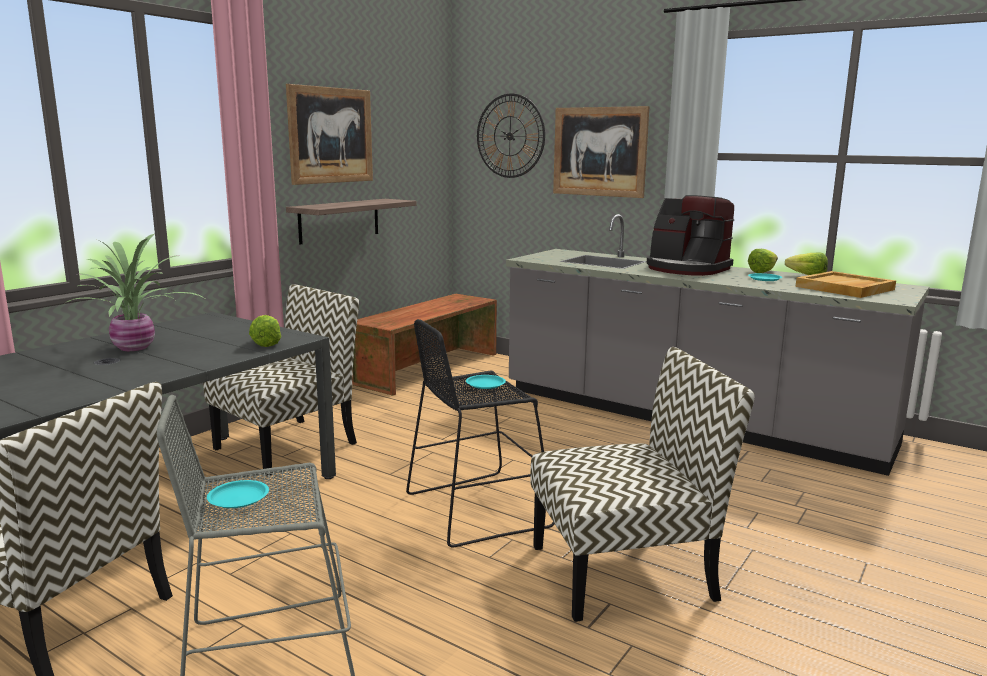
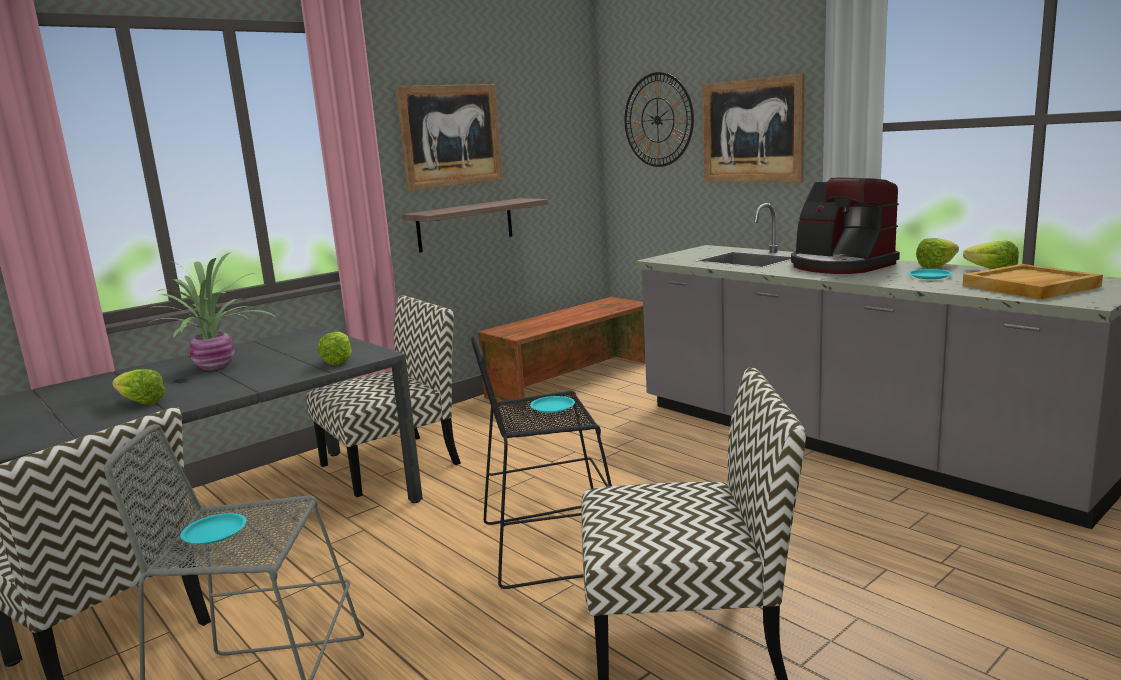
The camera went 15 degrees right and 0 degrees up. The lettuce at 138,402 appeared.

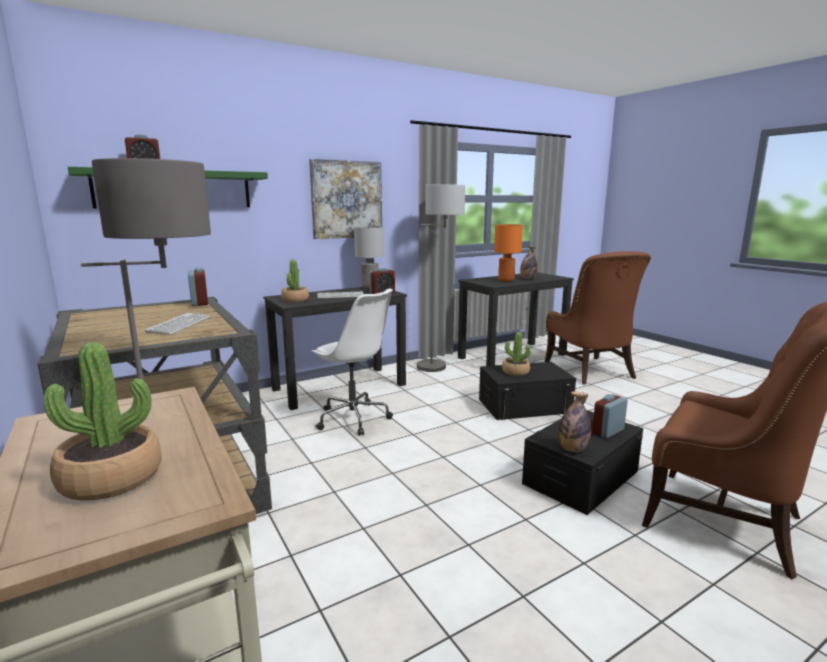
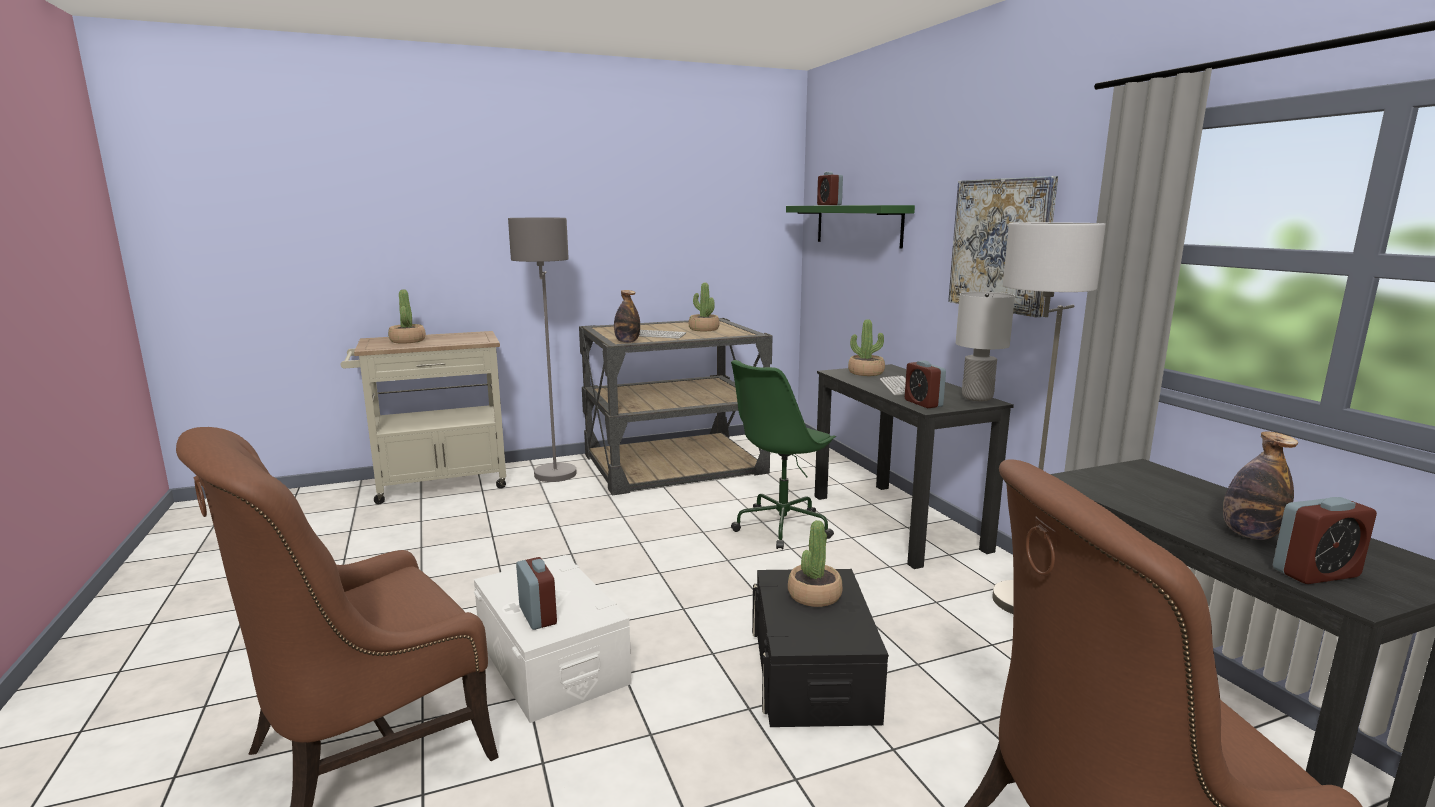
The camera went 100 degrees right and 0 degrees up. The orange-coloured_table_lamp at 506,281 disappeared. The alarm_clock moved from 199,303 to 1315,573. The white-coloured_desk_chair at 354,419 became the green-coloured_desk_chair at 780,528. The beverage_bottle moved from 572,449 to 627,342. The black-coloured_storage_bin at 581,477 became the white-coloured_storage_bin at 551,661. The potted_plant at 703,329 appeared.

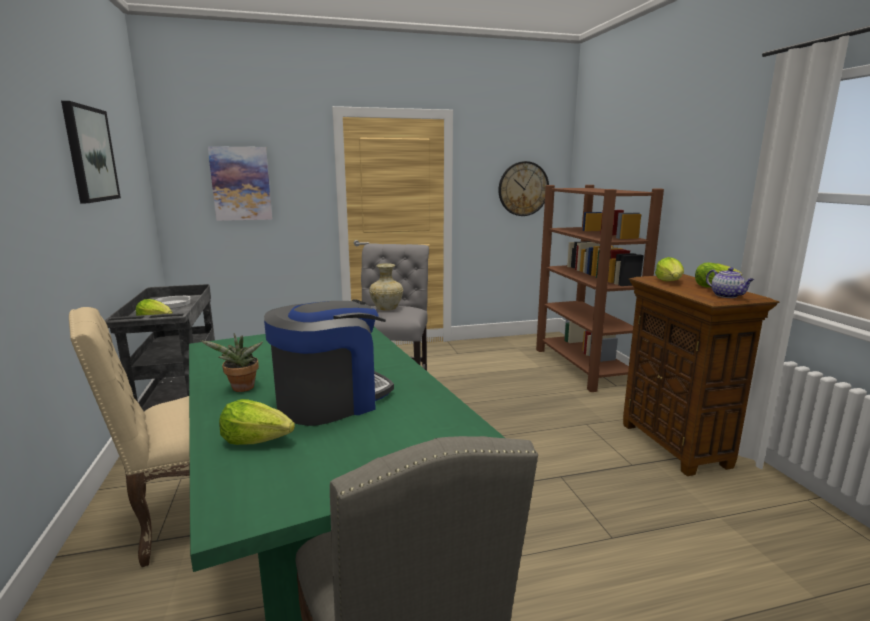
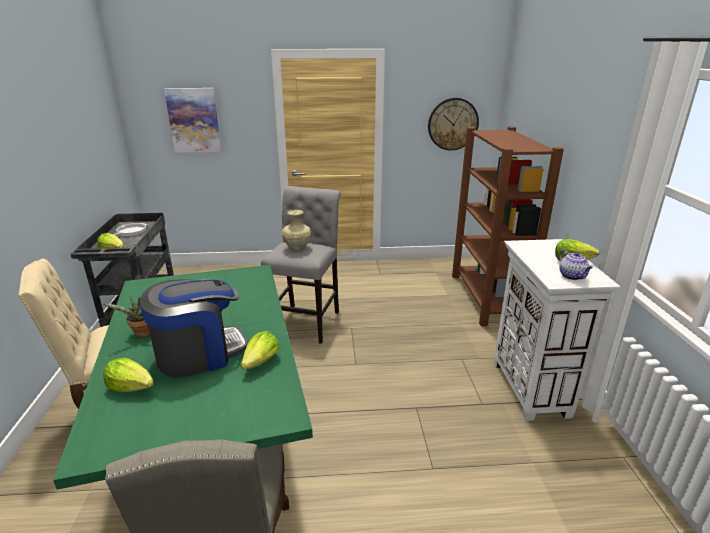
The camera went 10 degrees right and 10 degrees up. The wall_art at 90,154 disappeared. The lettuce moved from 669,282 to 261,362. The brownish_cupboard at 676,445 became the white-coloured_cupboard at 532,389.

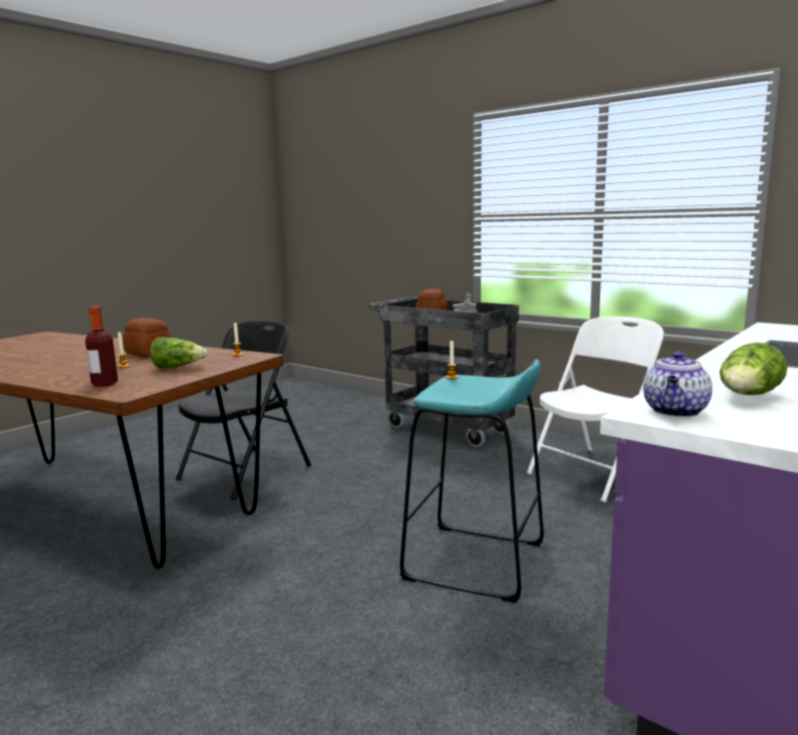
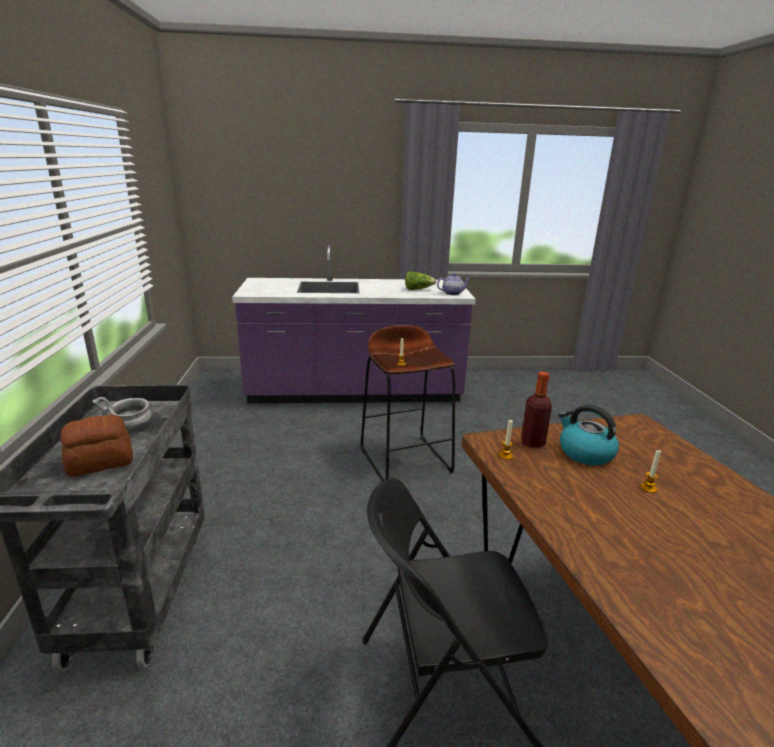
The camera went 135 degrees left and 10 degrees up. The beverage_bottle moved from 104,384 to 532,443. The white-coloured_upright_chair at 596,473 disappeared. The bread at 149,353 disappeared. The lettuce at 178,367 was replaced by the kettle at 584,453. The turquoise_stool_seat at 475,561 became the brownish_stool_seat at 405,460.

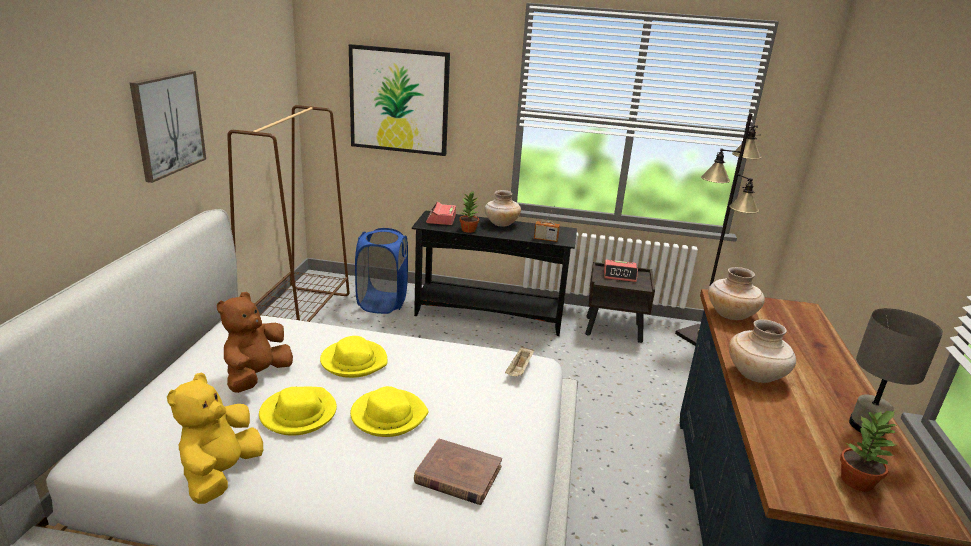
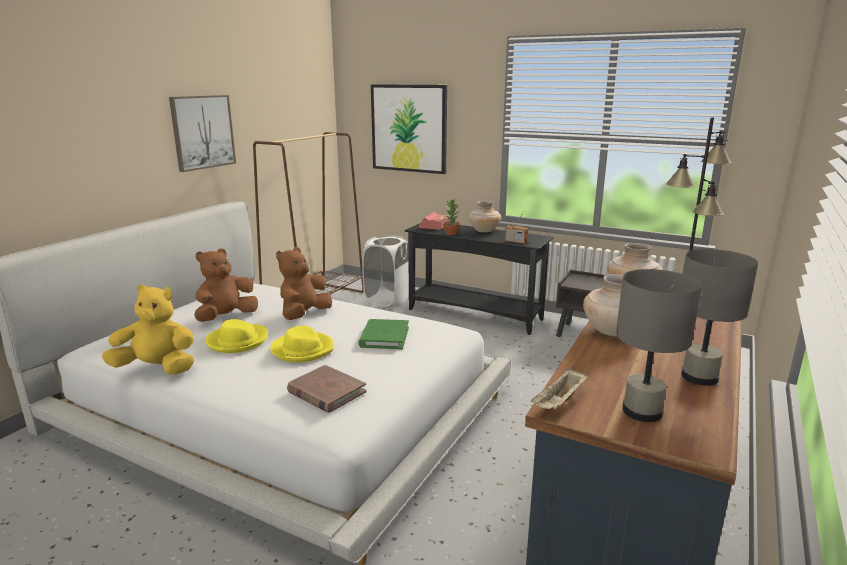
The camera went 20 degrees right and 5 degrees down. The blue-coloured_washing_basket at 382,303 became the white-coloured_washing_basket at 388,299. The alarm_clock at 620,275 disappeared. The yellow_wearable_hat at 354,361 was replaced by the brownish_cuddly_toy at 304,315. The beige-coloured_tray moved from 519,370 to 559,402. The yellow_cuddly_toy at 220,474 turned 60 degrees clockwise. The potted_plant at 857,481 was replaced by the grey_table_lamp at 643,412. The green-coloured_book at 384,337 appeared.

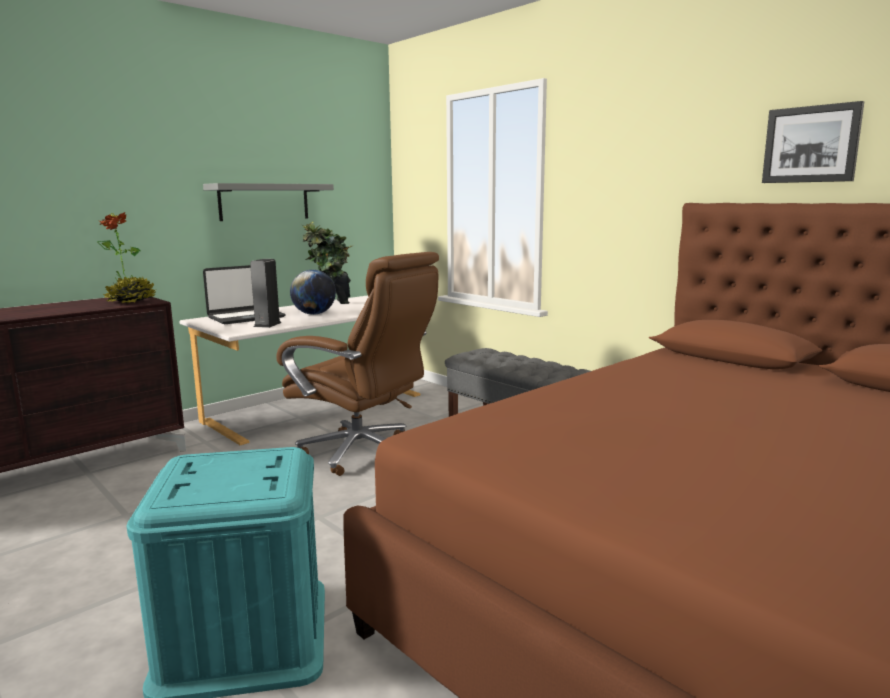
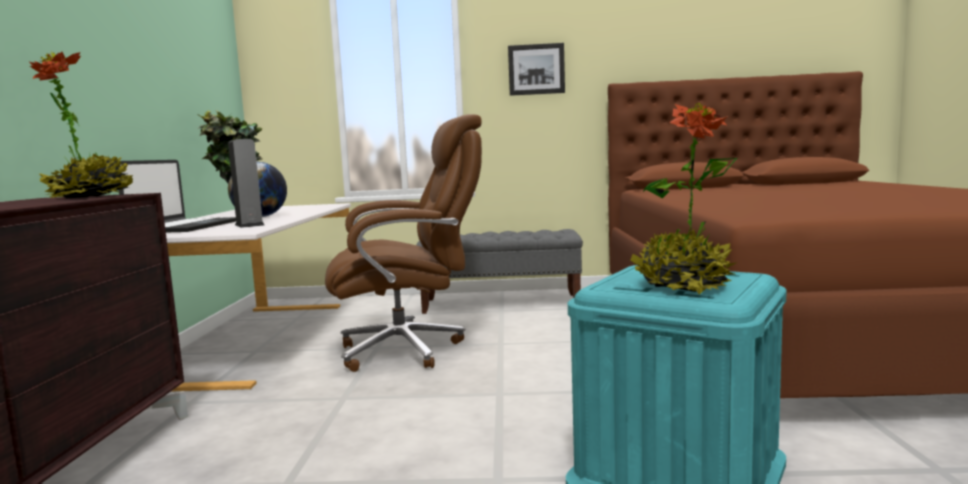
The camera went 45 degrees left and 5 degrees down. The wall_art moved from 811,144 to 536,69. The grey_wall_shelf at 264,202 disappeared. The potted_plant at 683,285 appeared.

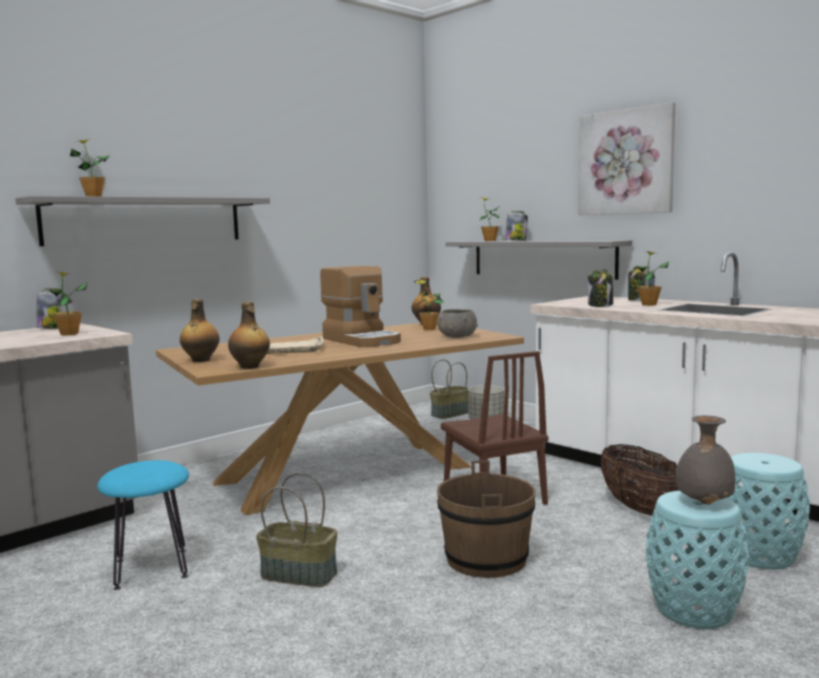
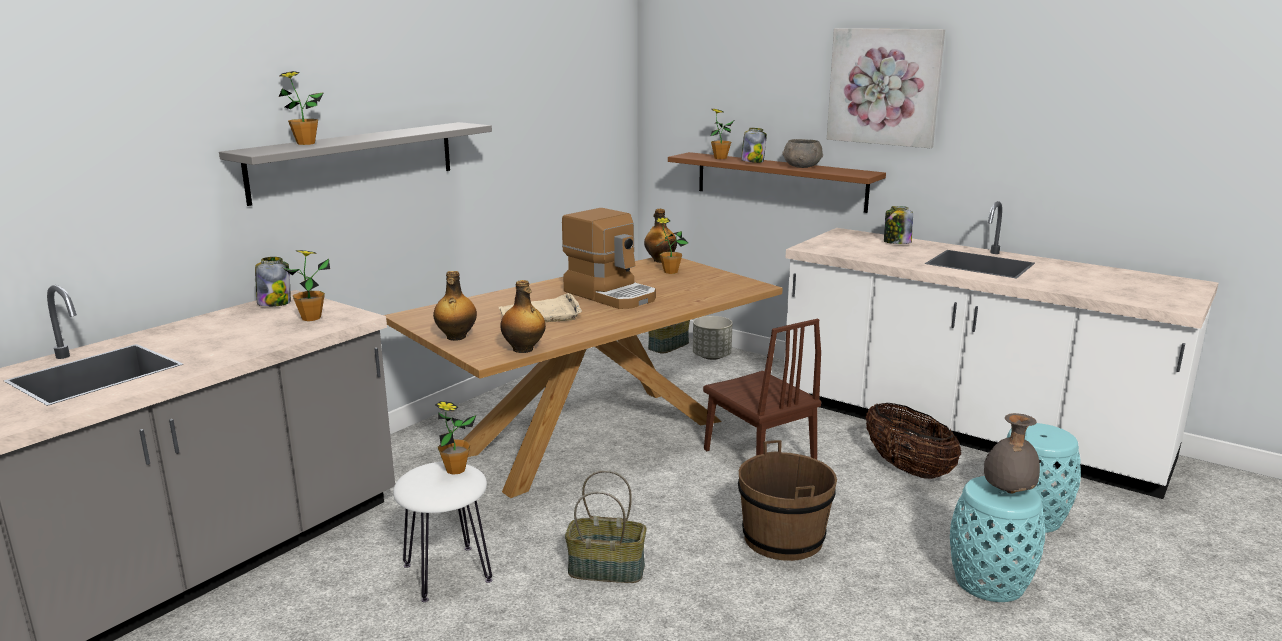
The camera went 10 degrees left and 10 degrees up. The grey_wall_shelf at 542,258 became the brownish_wall_shelf at 779,181. The potted_plant moved from 649,304 to 455,470. The jar at 600,305 disappeared. The grey_bowl moved from 457,337 to 801,166. The turquoise_stool_seat at 152,568 became the white-coloured_stool_seat at 447,573.

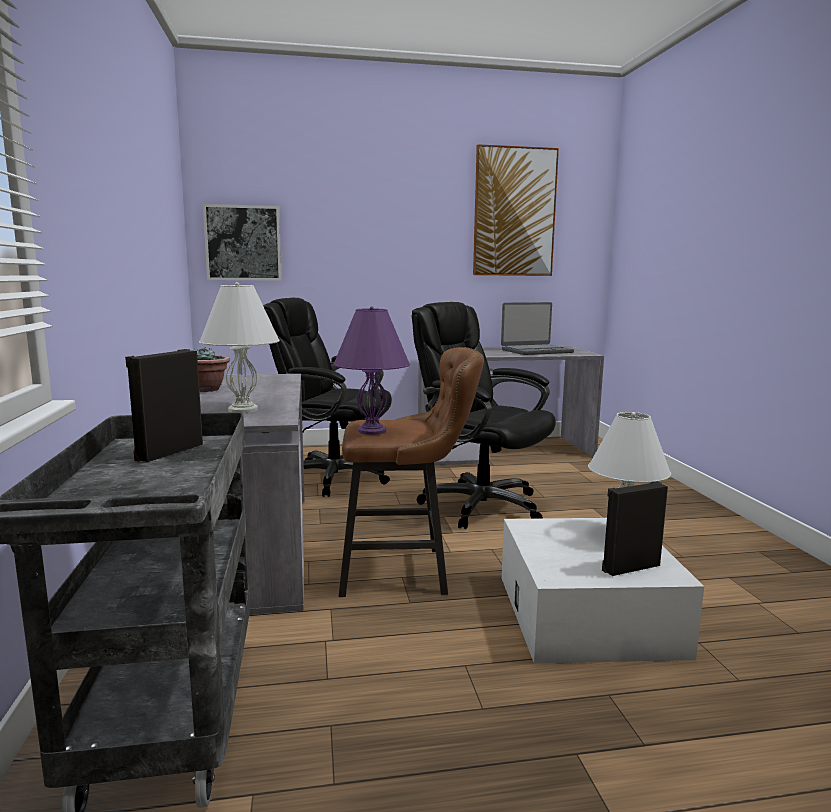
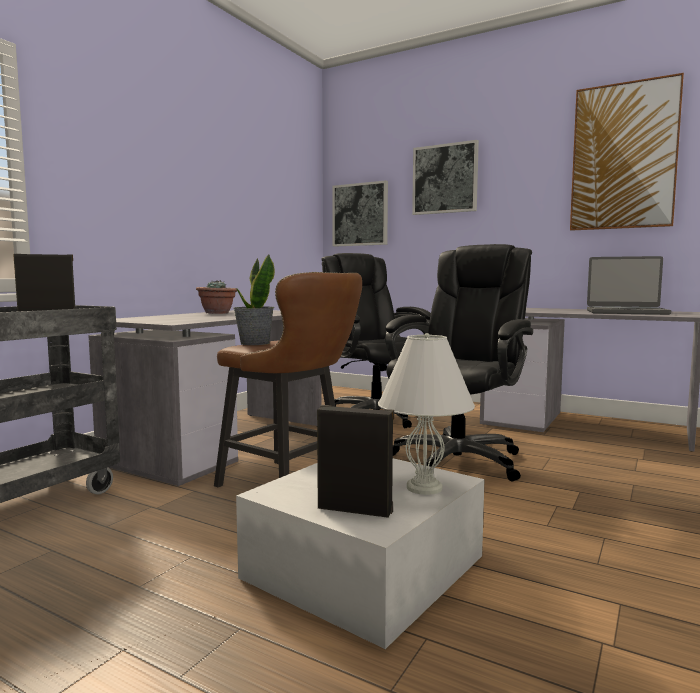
The camera went 40 degrees right and 5 degrees down. The white-coloured_table_lamp at 243,410 disappeared. The black-coloured_desk_chair at 481,506 turned 45 degrees clockwise. The purple-coloured_table_lamp at 371,431 was replaced by the potted_plant at 254,343. The wall_art at 445,179 appeared.

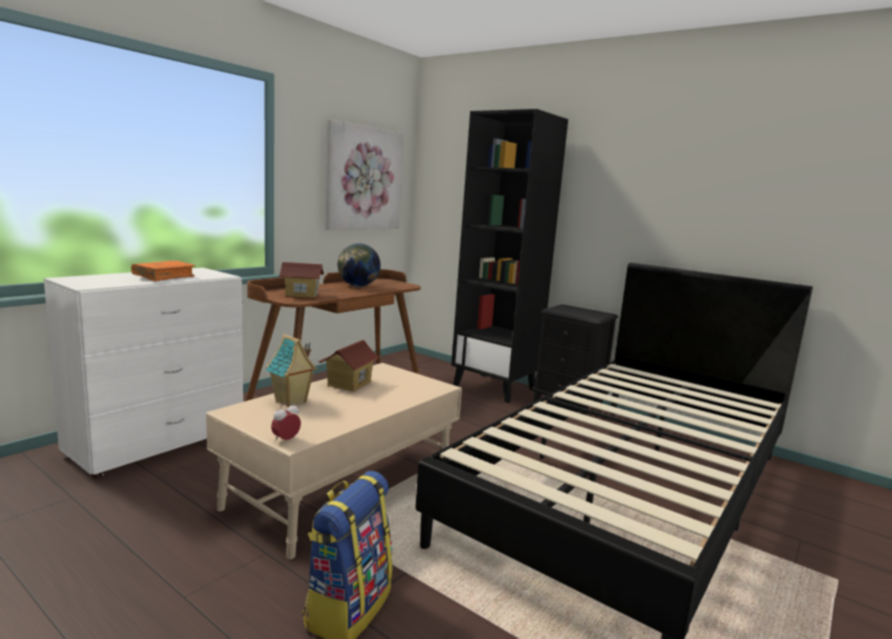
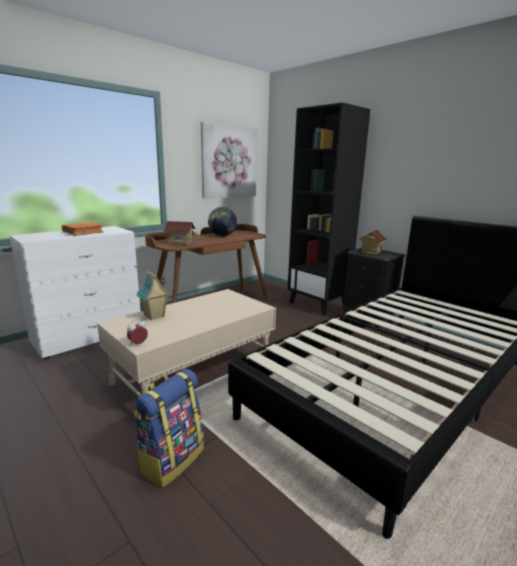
The camera went 10 degrees right and 5 degrees up. The toy_house moved from 349,383 to 371,252.

